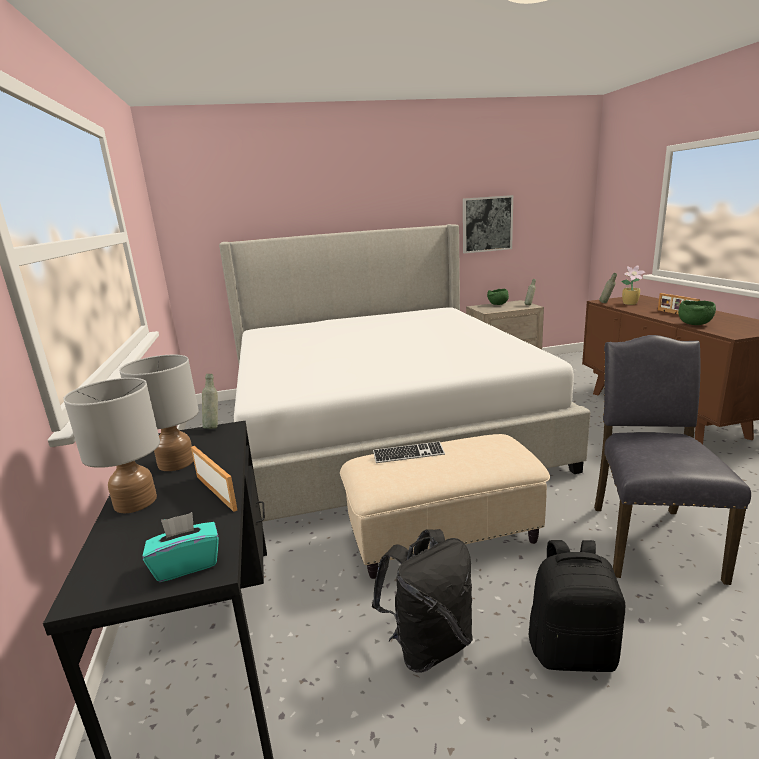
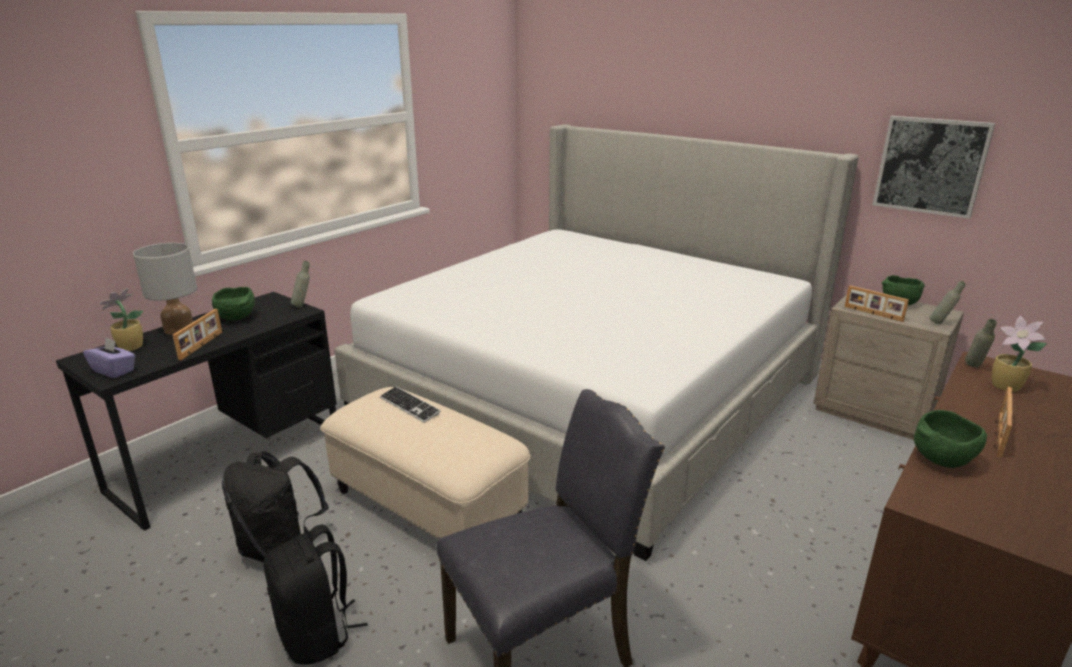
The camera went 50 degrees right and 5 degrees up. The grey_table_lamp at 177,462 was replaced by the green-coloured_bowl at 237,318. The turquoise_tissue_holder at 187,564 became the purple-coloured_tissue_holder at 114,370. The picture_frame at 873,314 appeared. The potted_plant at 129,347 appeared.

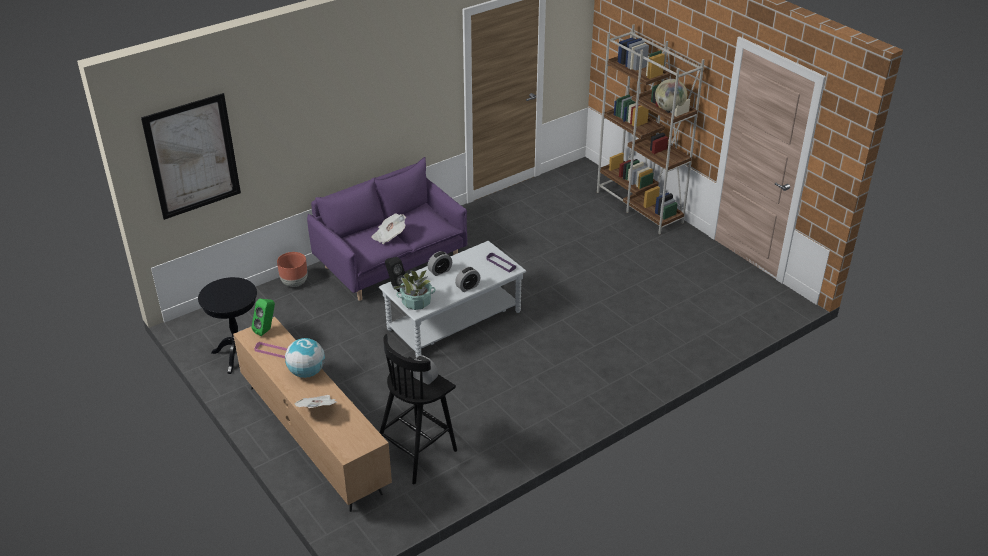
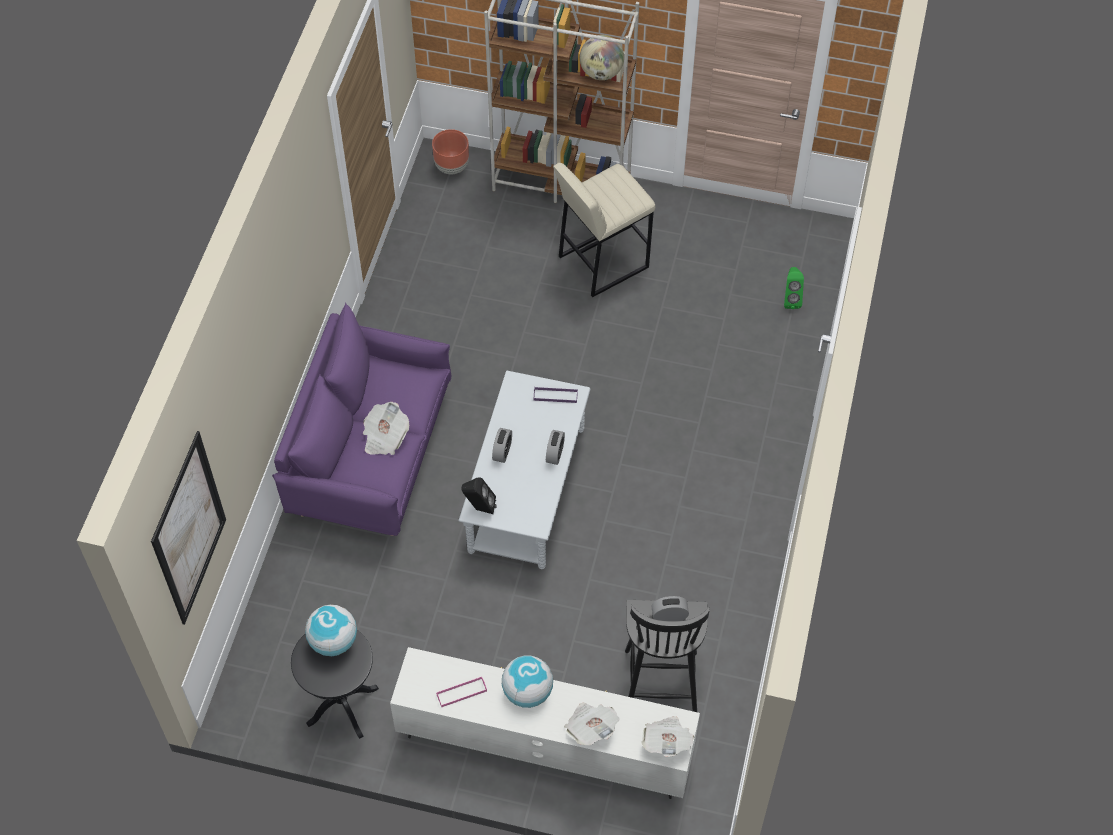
The camera went 40 degrees left and 20 degrees up. The brownish_planter moved from 294,283 to 451,166. The potted_plant at 416,302 disappeared. The green-coloured_loudspeaker moved from 266,330 to 791,299. The brownish_tv_stand at 314,439 became the white-coloured_tv_stand at 545,746. The beige-coloured_stool_seat at 601,263 appeared. The world_globe at 333,641 appeared. The newspaper at 667,741 appeared.

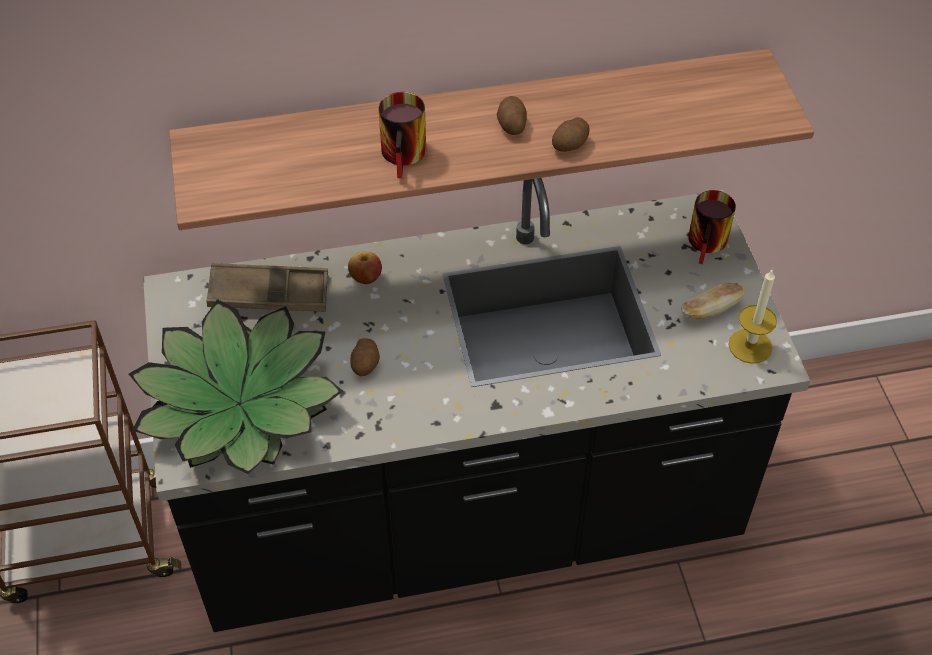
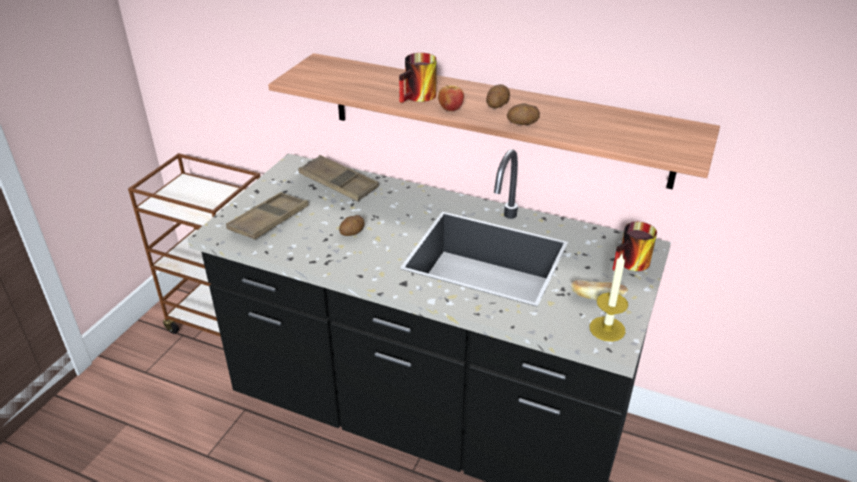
The camera went 35 degrees right and 15 degrees down. The whole_apple moved from 365,277 to 450,108. The potted_plant at 239,403 was replaced by the brownish_tray at 269,220.

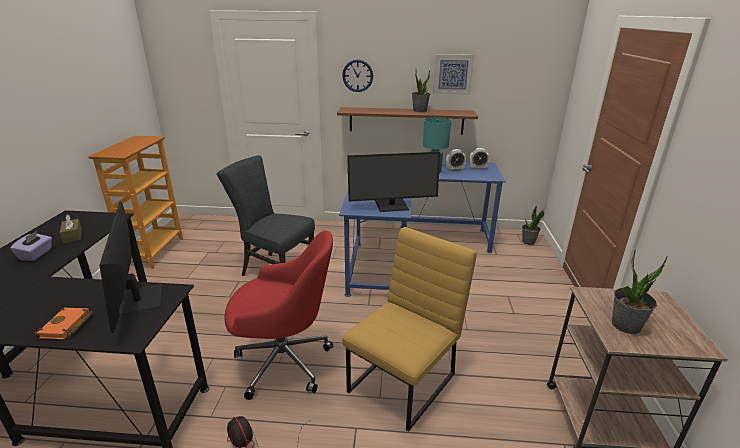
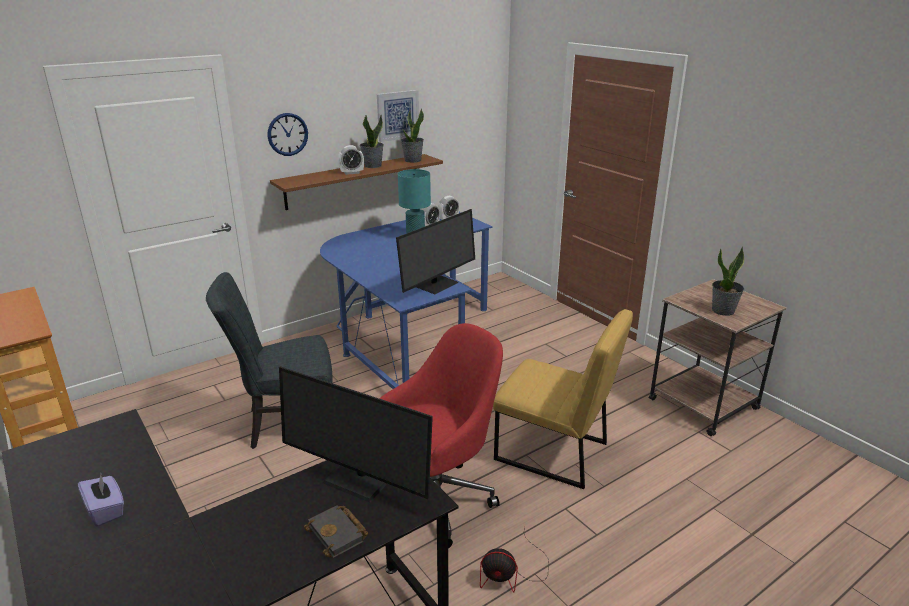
The camera went 40 degrees left and 0 degrees up. The potted_plant moved from 528,242 to 412,160. The brownish_tissue_holder at 72,235 disappeared. The yellow_upright_chair at 404,381 turned 120 degrees clockwise. The orange-coloured_book at 67,327 became the black-coloured_book at 339,534. The alarm_clock at 352,173 appeared.

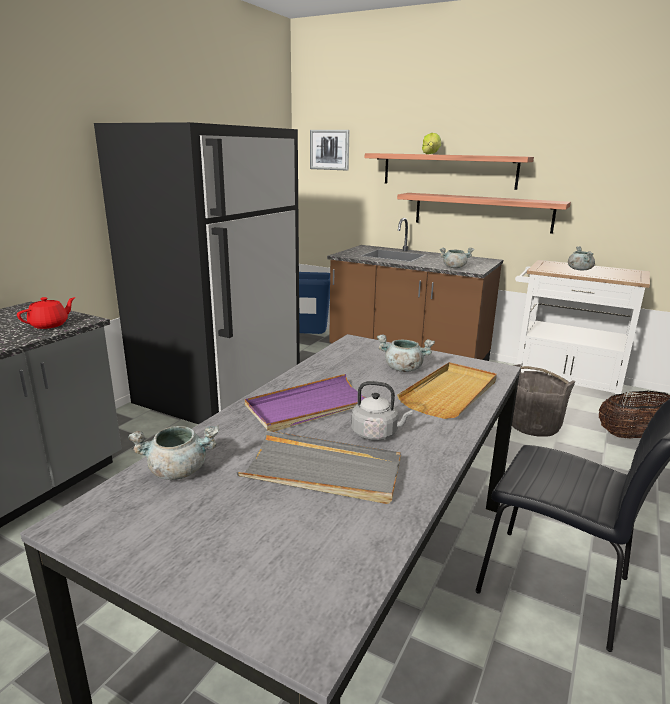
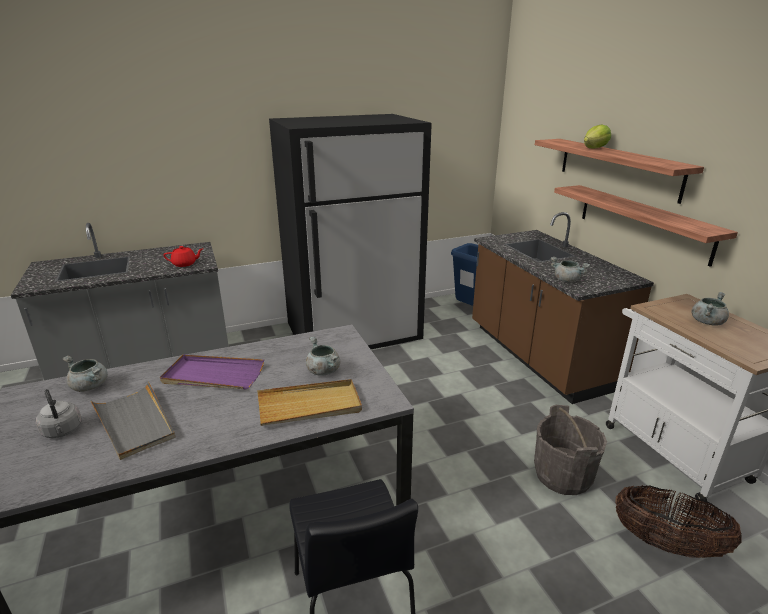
The camera went 40 degrees right and 5 degrees up. The wall_art at 329,150 disappeared. The grey_kettle moved from 377,434 to 62,431.

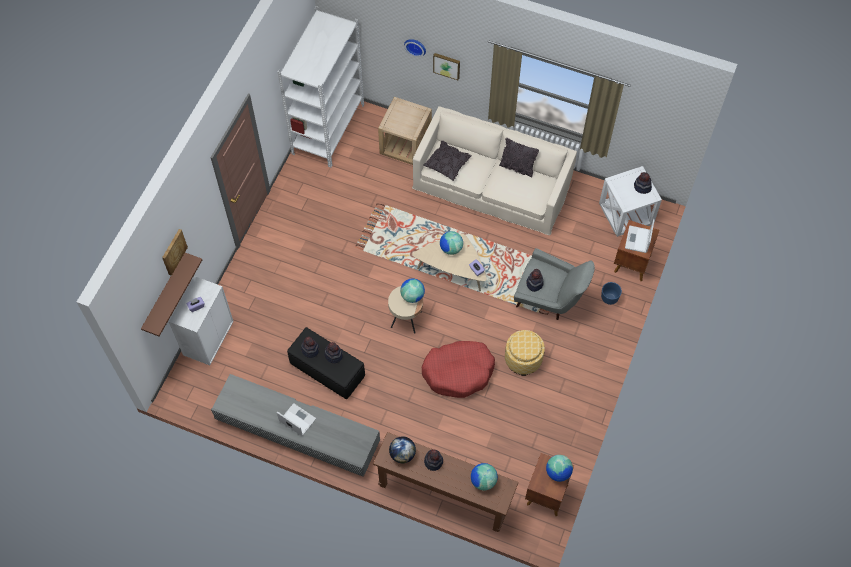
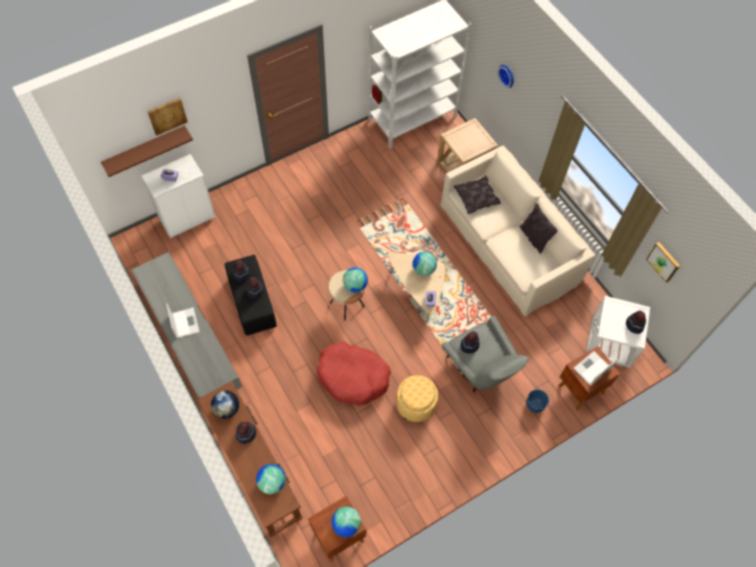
The camera went 35 degrees right and 0 degrees up. The wall_art moved from 447,65 to 664,261.

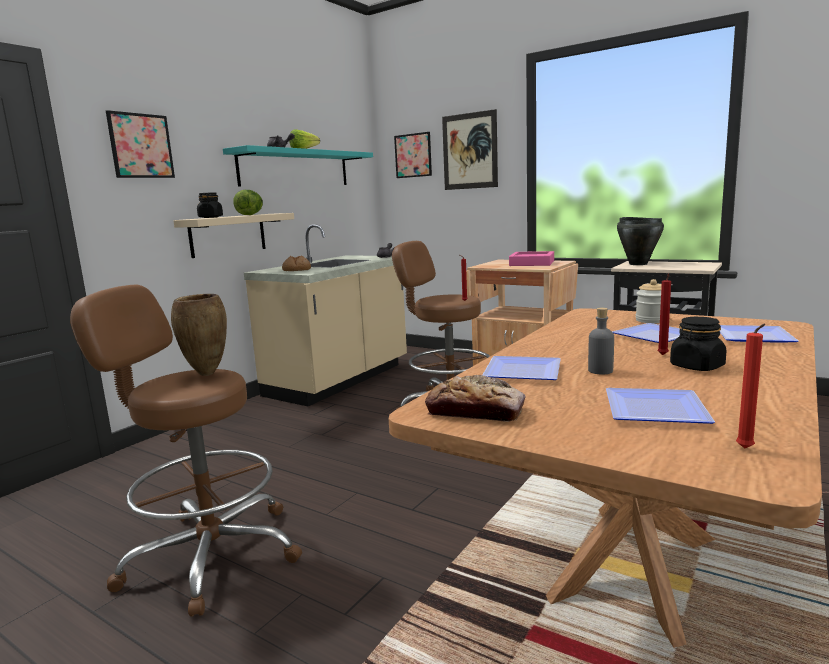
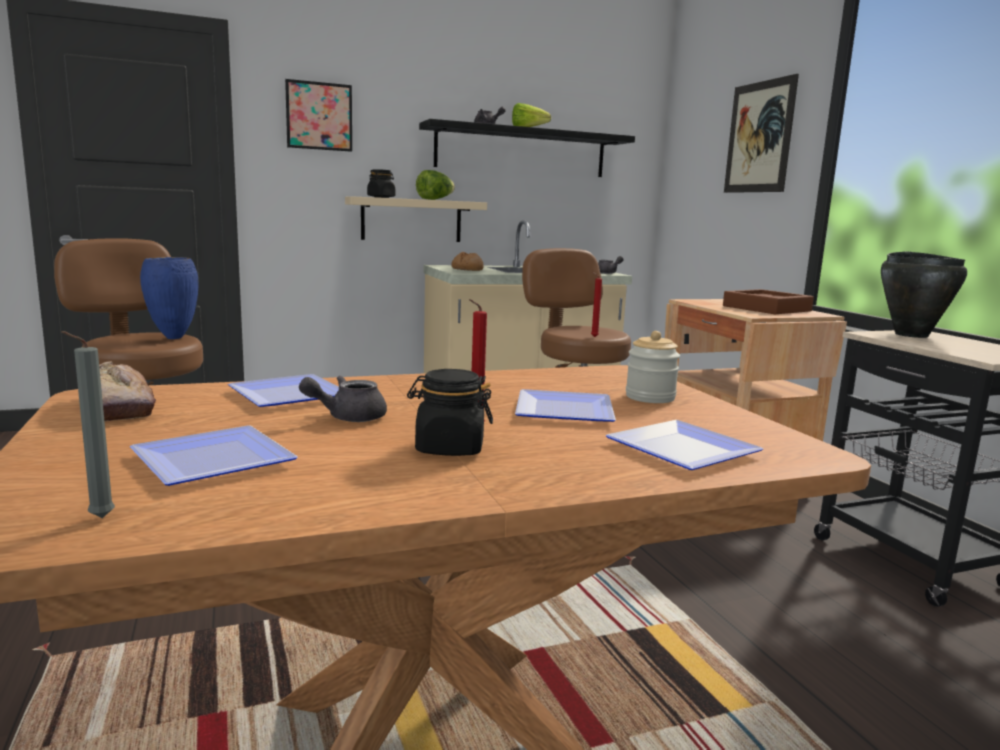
The camera went 35 degrees right and 0 degrees up. The wall_art at 413,155 disappeared. The turquoise_wall_shelf at 295,169 became the black-coloured_wall_shelf at 521,151. The pink_tray at 532,263 became the brownish_tray at 766,308. The brownish_flower_vase at 206,374 became the blue-coloured_flower_vase at 172,338. The grey_beverage_bottle at 600,371 was replaced by the grey_teapot at 348,417. The reddish_wax_light at 746,449 became the grey_wax_light at 97,519.

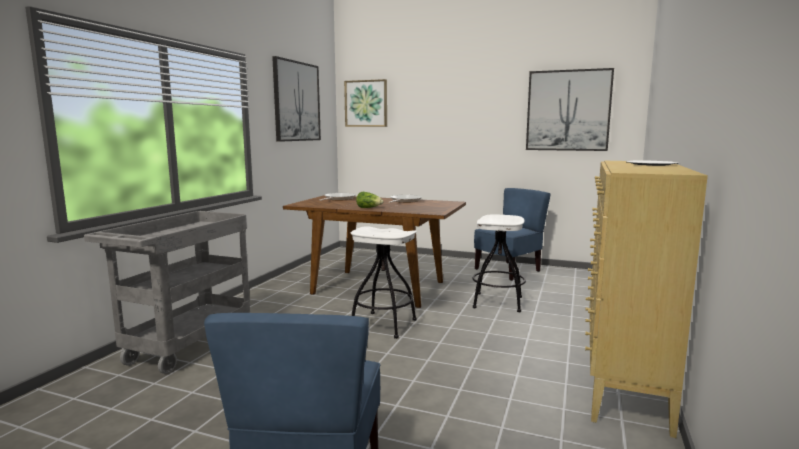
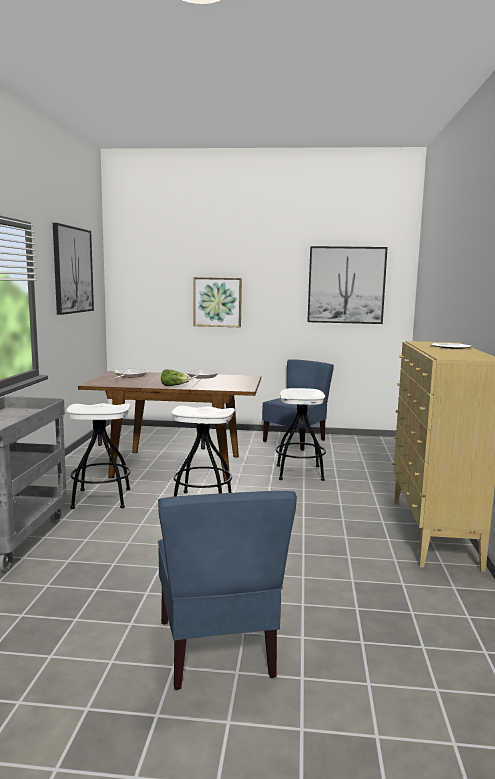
The camera went 15 degrees left and 0 degrees up. The wall_art moved from 366,103 to 217,302. The white-coloured_stool_seat at 101,498 appeared.

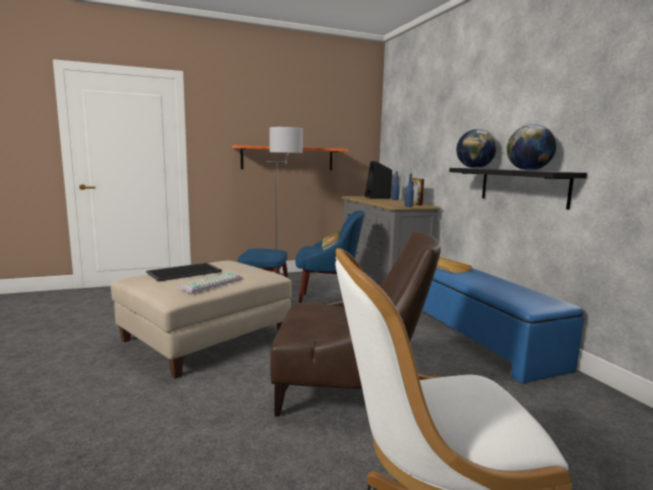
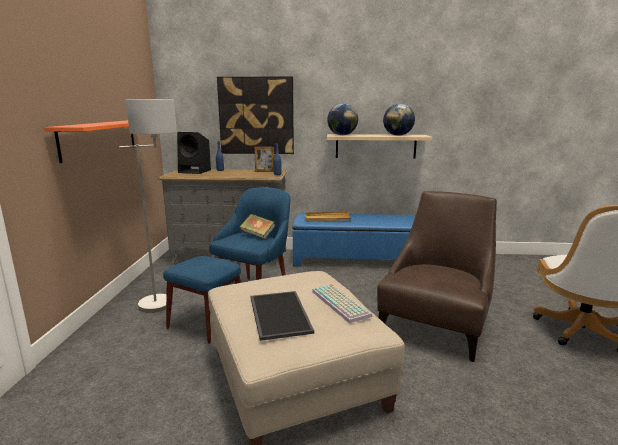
The camera went 65 degrees left and 5 degrees up. The black-coloured_wall_shelf at 522,186 became the beige-coloured_wall_shelf at 375,146. The wall_art at 256,116 appeared.

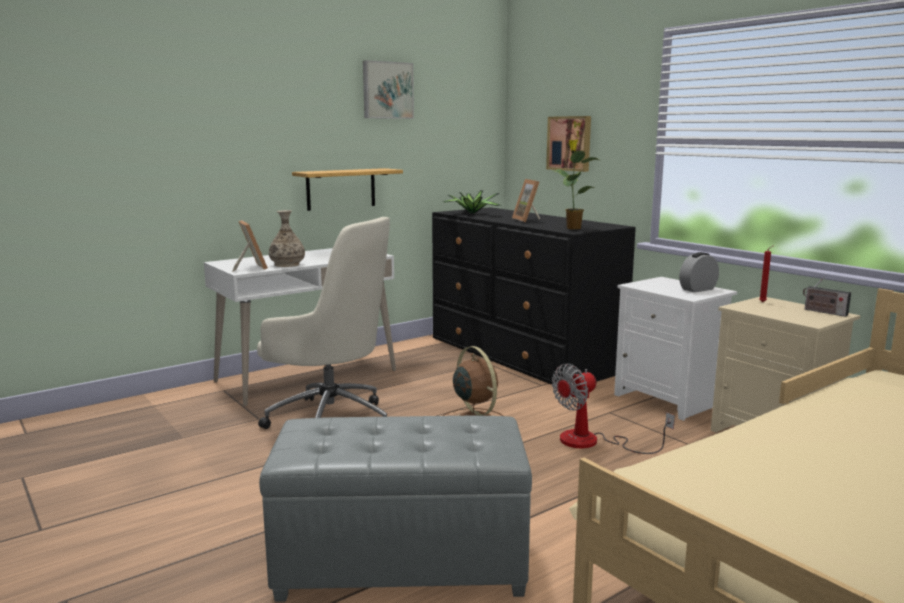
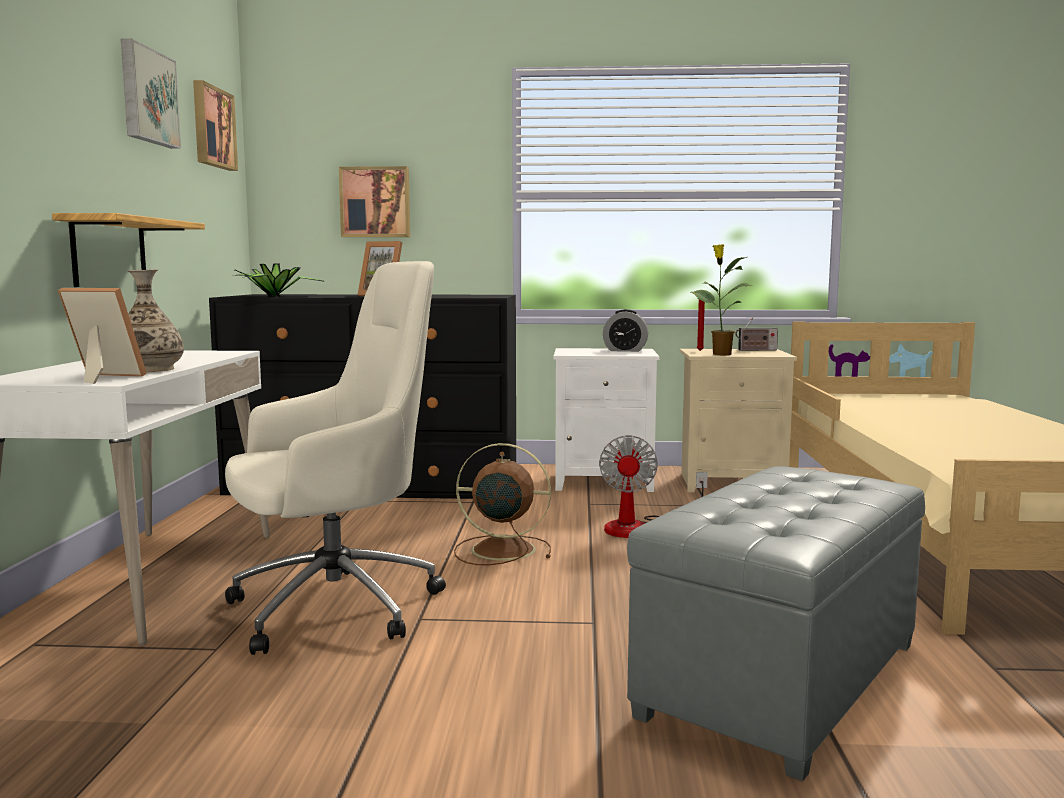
The camera went 50 degrees left and 5 degrees down. The potted_plant moved from 573,228 to 720,354. The alarm_clock at 698,289 turned 90 degrees counterclockwise. The wall_art at 212,127 appeared.

